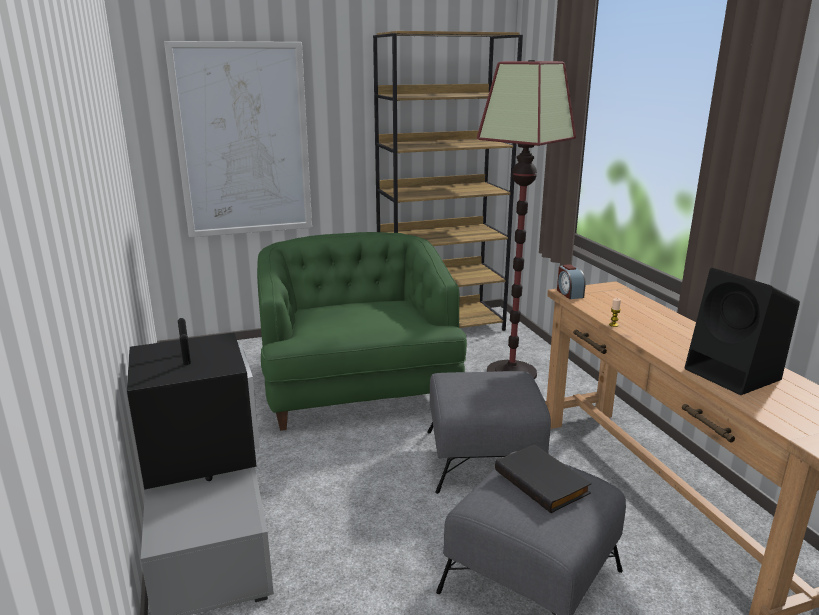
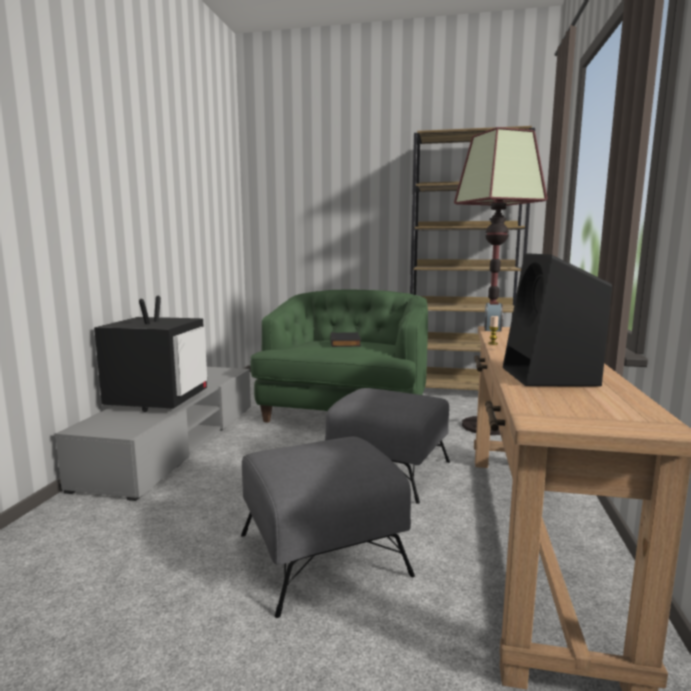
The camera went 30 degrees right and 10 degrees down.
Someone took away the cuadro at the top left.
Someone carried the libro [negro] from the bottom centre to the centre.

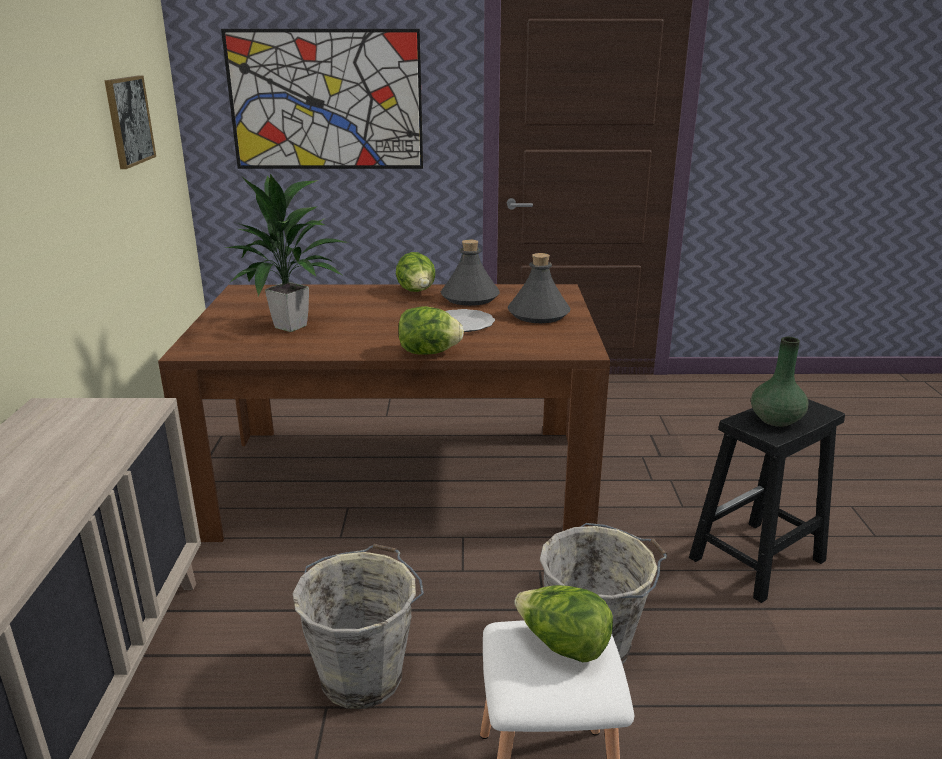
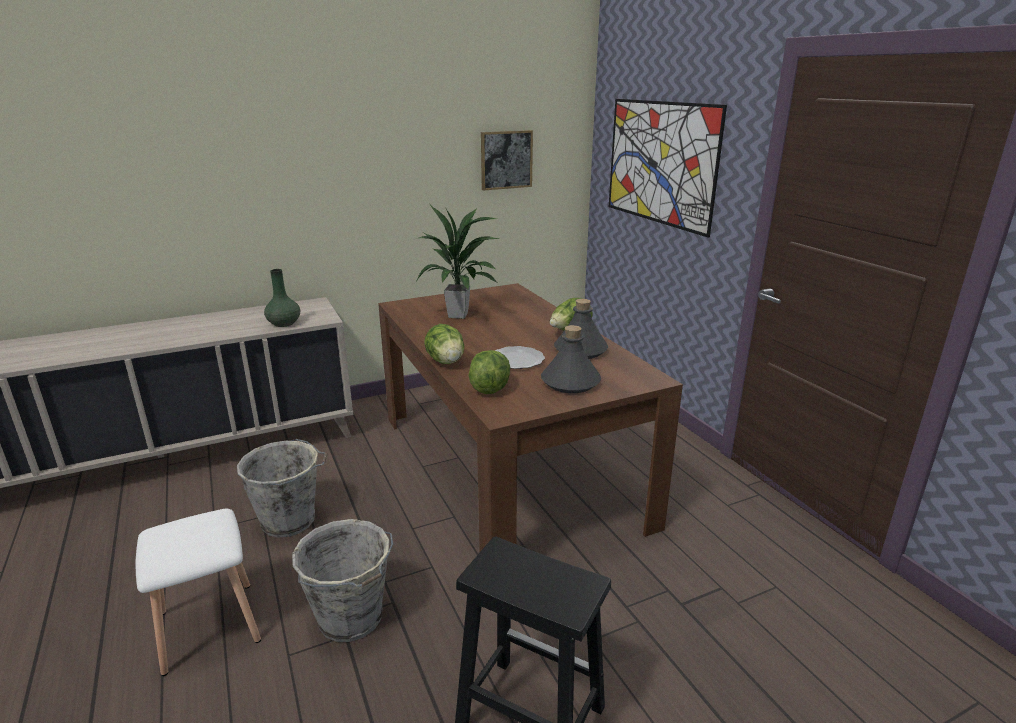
The camera went 65 degrees right and 0 degrees up.
Someone carried the lechuga (3rd from left in the first image) from the bottom centre to the centre.
Someone carried the florero [verde] from the middle right to the middle left.

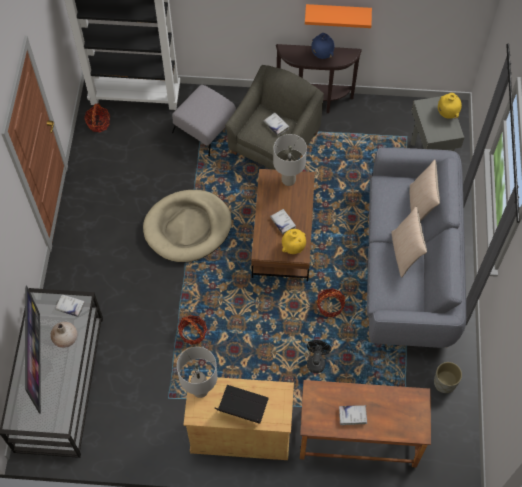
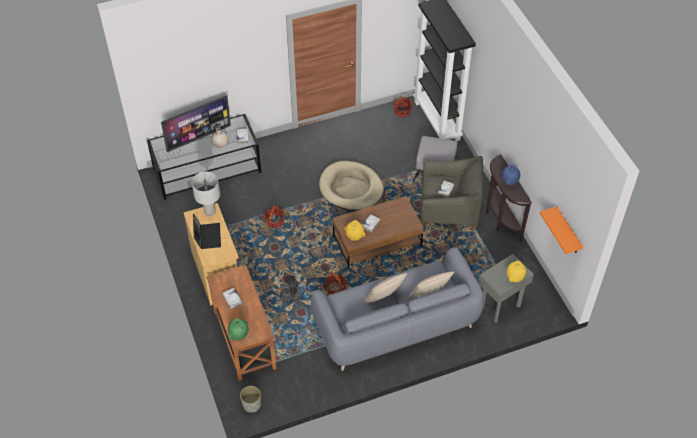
The camera went 65 degrees right and 10 degrees down.
Someone took away the lámpara de mesa [gris] (2nd from left) at the top centre.
Someone put down the florero [verde] at the bottom centre.
Someone carried the estante [naranja] from the top centre to the middle right.
Someone carried the maceta [gris] from the bottom right to the bottom centre.

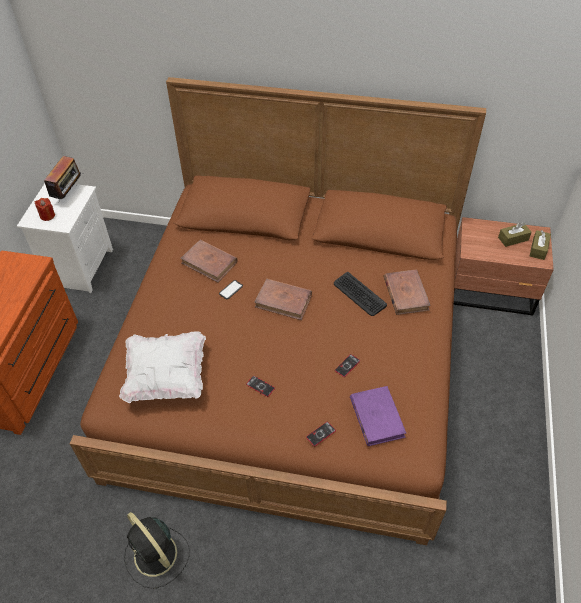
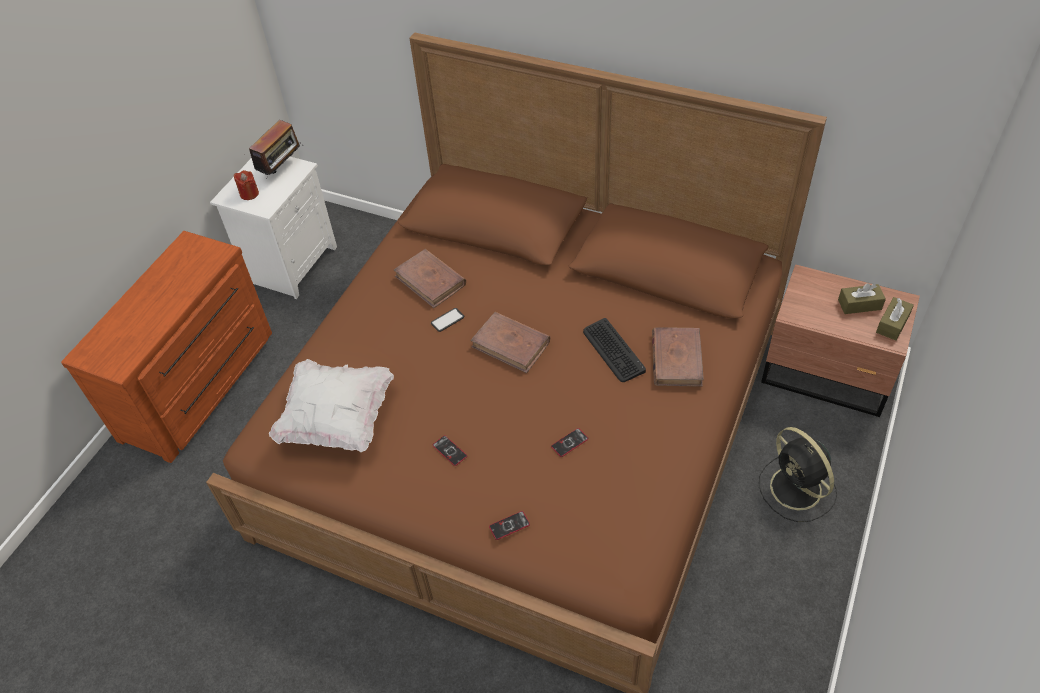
The camera went 15 degrees right and 0 degrees up.
Someone took away the libro [morado] at the bottom centre.
Someone carried the ventilador [negro] from the bottom left to the bottom right.

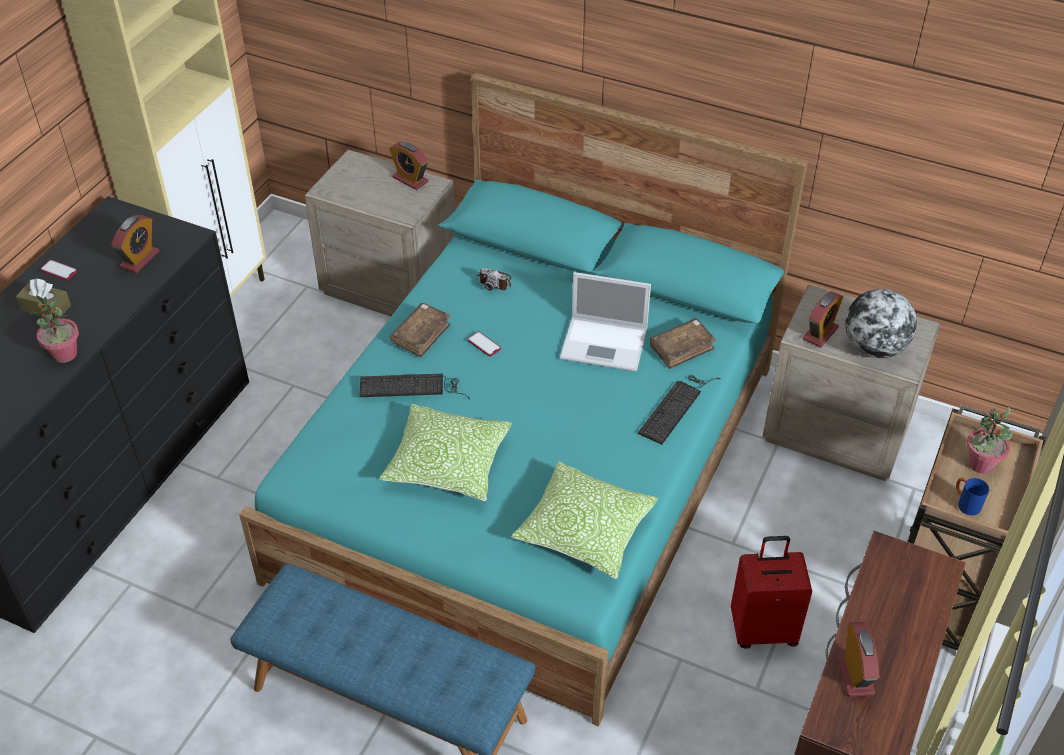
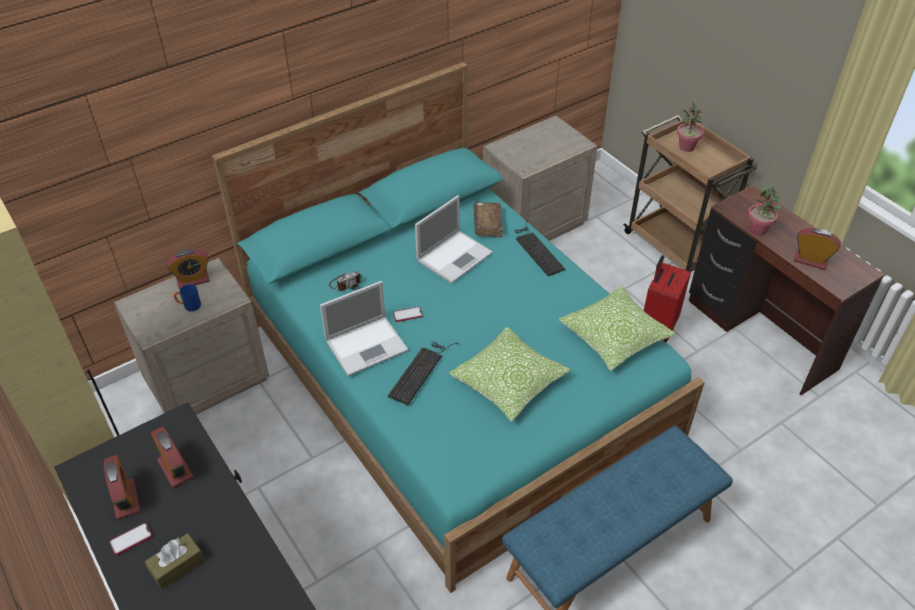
The camera went 60 degrees left and 0 degrees up.
Someone took away the globo terráqueo at the middle right.
Someone carried the planta en maceta (1st from left in the first image) from the middle left to the middle right.
Someone carried the despertador (3rd from left in the first image) from the middle right to the bottom left.
Someone carried the taza grande [azul] from the middle right to the middle left.
Someone swapped the libro [marrón] (1st from left) at the centre for the portátil (1st from left) at the centre.

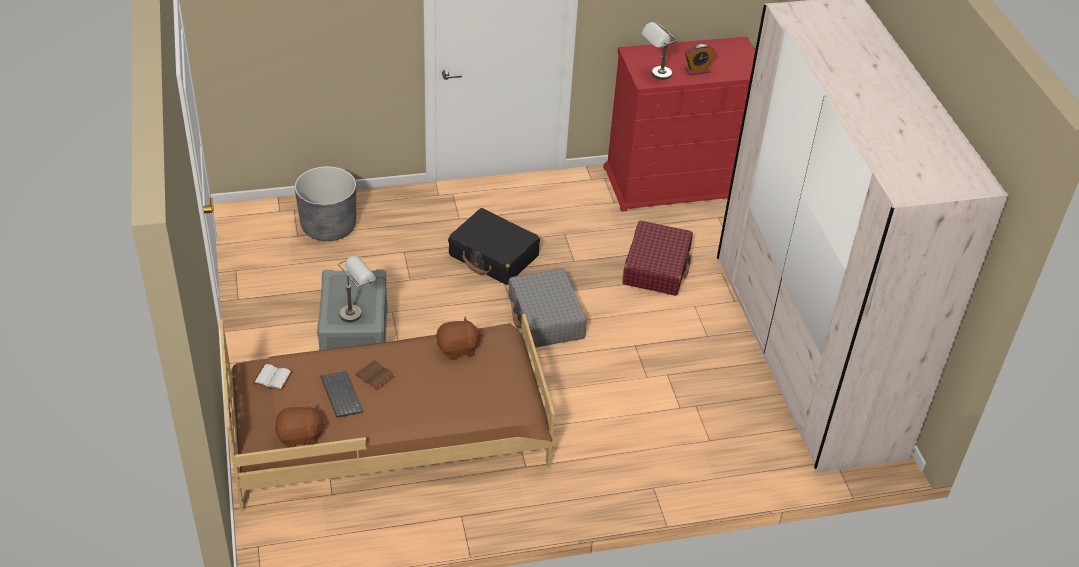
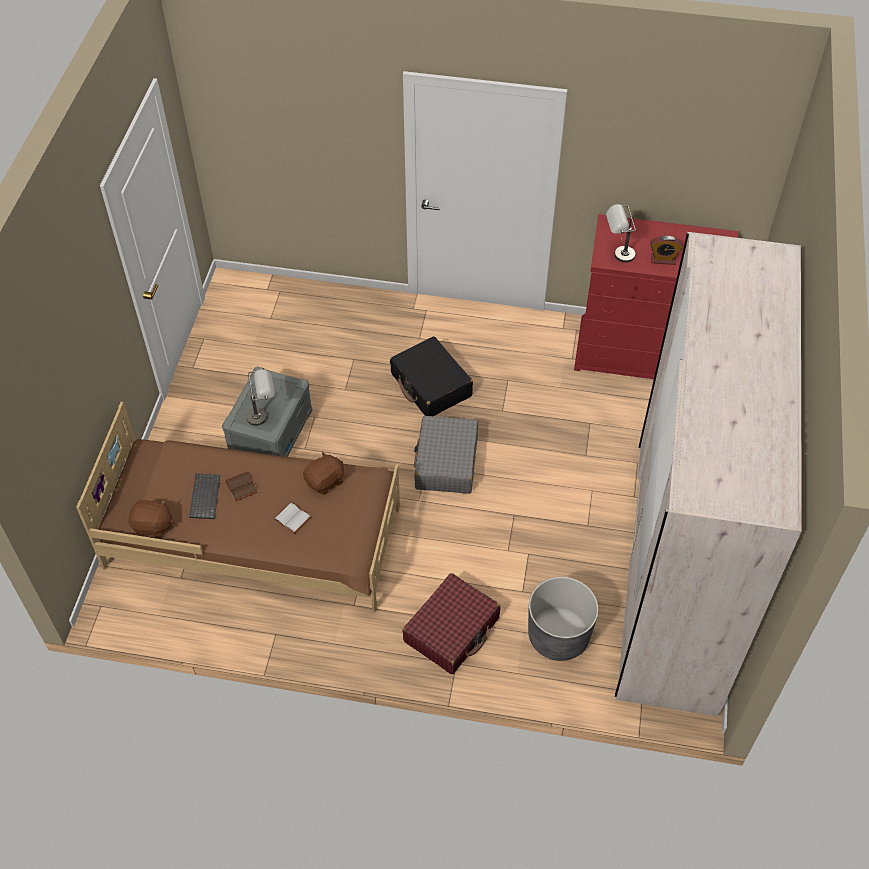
The camera went 25 degrees right and 10 degrees up.
Someone carried the libro [blanco] from the middle left to the centre.
Someone carried the maceta [gris] from the middle left to the bottom centre.
Someone carried the maleta [rojo] from the centre to the bottom centre.
Someone rotated the peluche [marrón] (2nd from left) at the centre by 45 degrees counterclockwise.

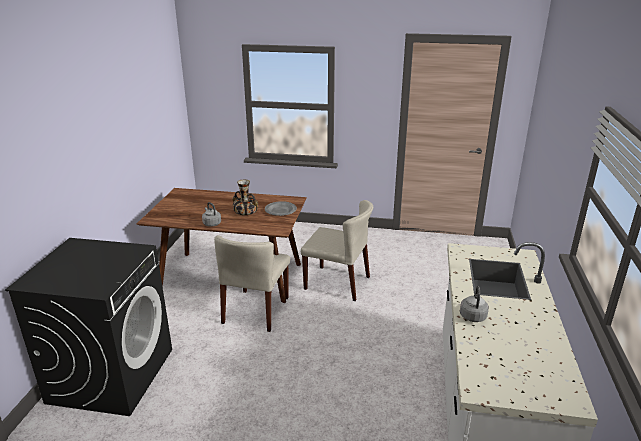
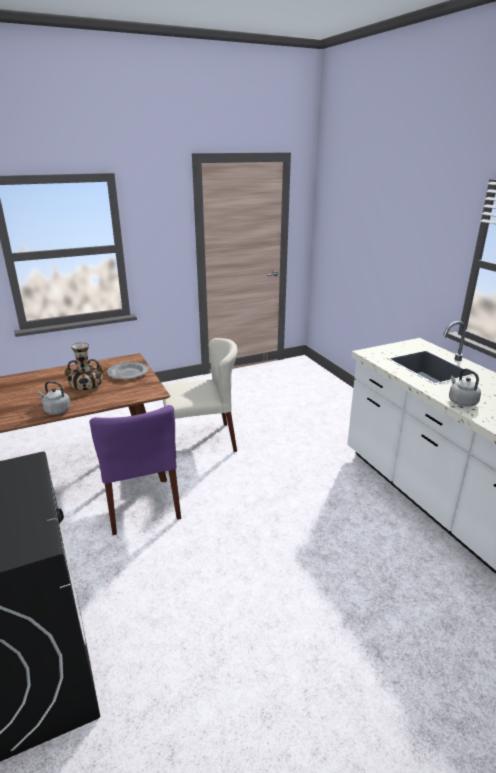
The camera went 35 degrees left and 0 degrees up.
Someone repainted the silla [beis] (1st from left) at the centre, which became the silla [morado] at the middle left.

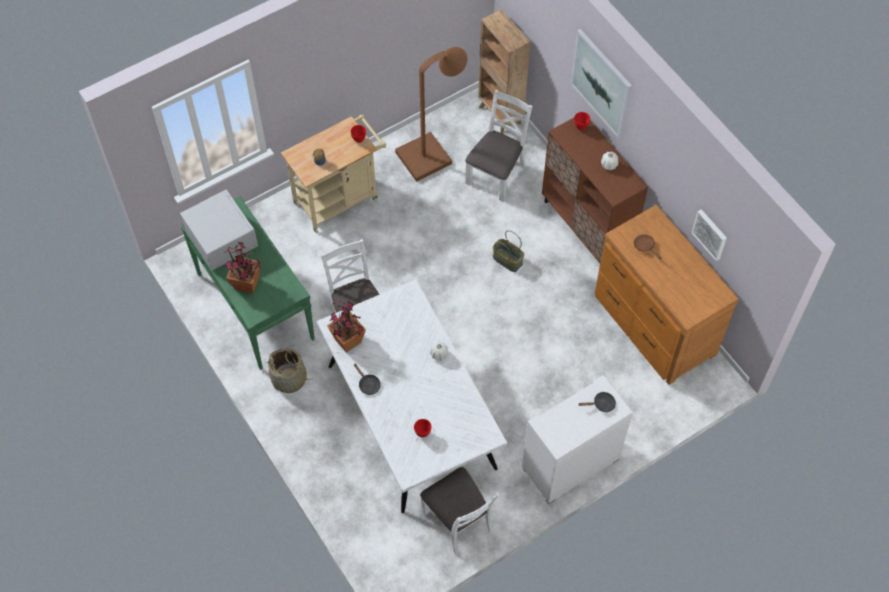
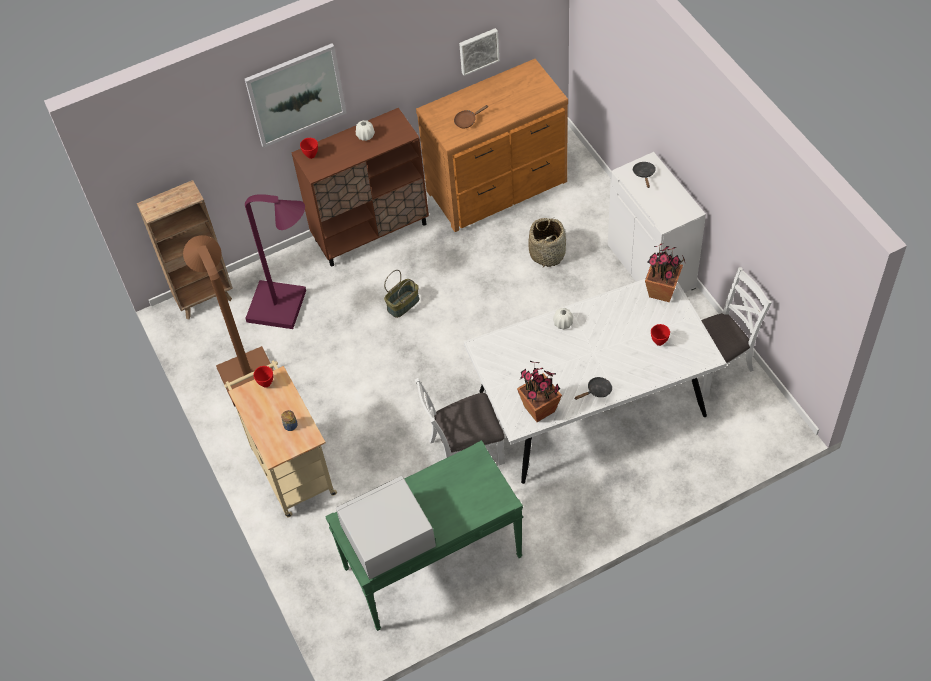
The camera went 80 degrees left and 5 degrees down.
Someone carried the planta en maceta (1st from left in the first image) from the middle left to the middle right.
Someone carried the cesta (1st from left in the first image) from the middle left to the centre.
Someone swapped the silla [blanco] (3rd from left) at the top centre for the lámpara de pie [morado] at the middle left.

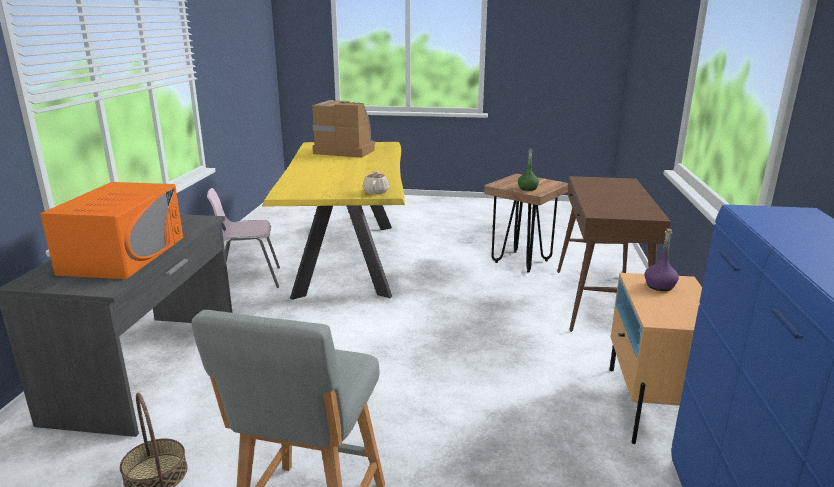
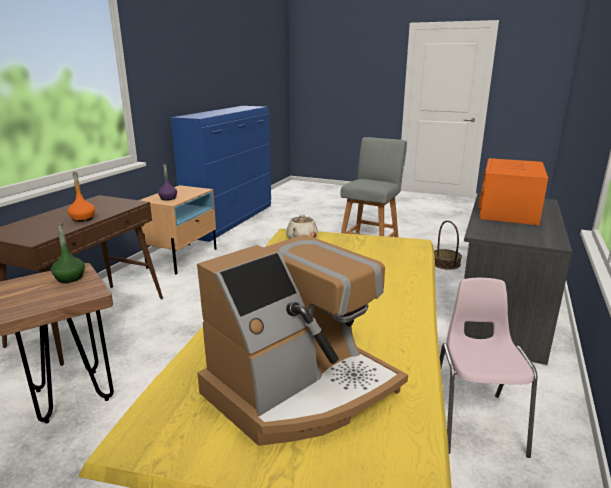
The camera went 165 degrees left and 0 degrees up.
Someone put down the botella [naranja] at the middle left.
Someone rotated the silla [rosa] at the middle left by 90 degrees counterclockwise.
Someone rotated the cafetera at the top centre by 75 degrees counterclockwise.

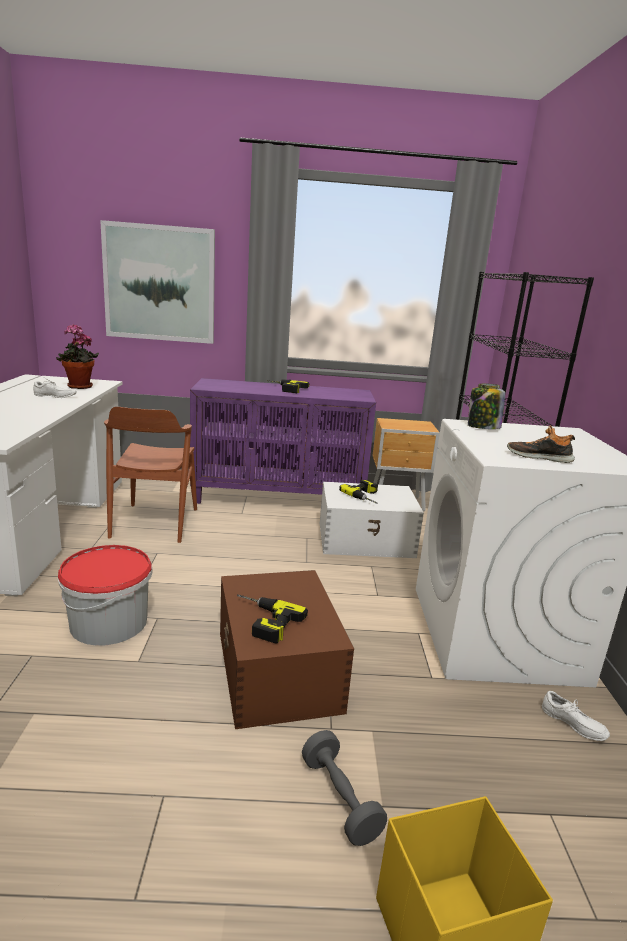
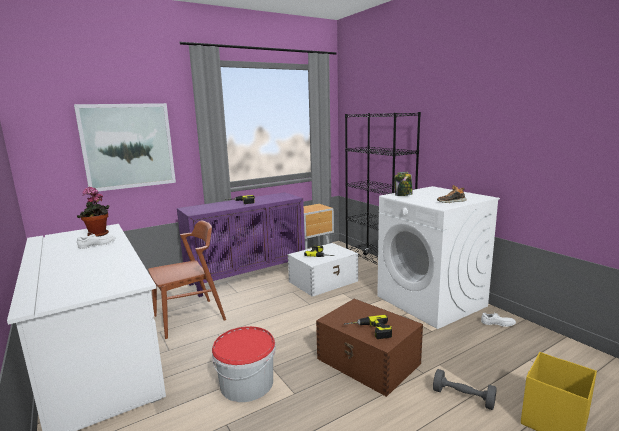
The camera went 30 degrees left and 5 degrees down.
Someone rotated the silla [marrón] at the middle left by 90 degrees counterclockwise.

